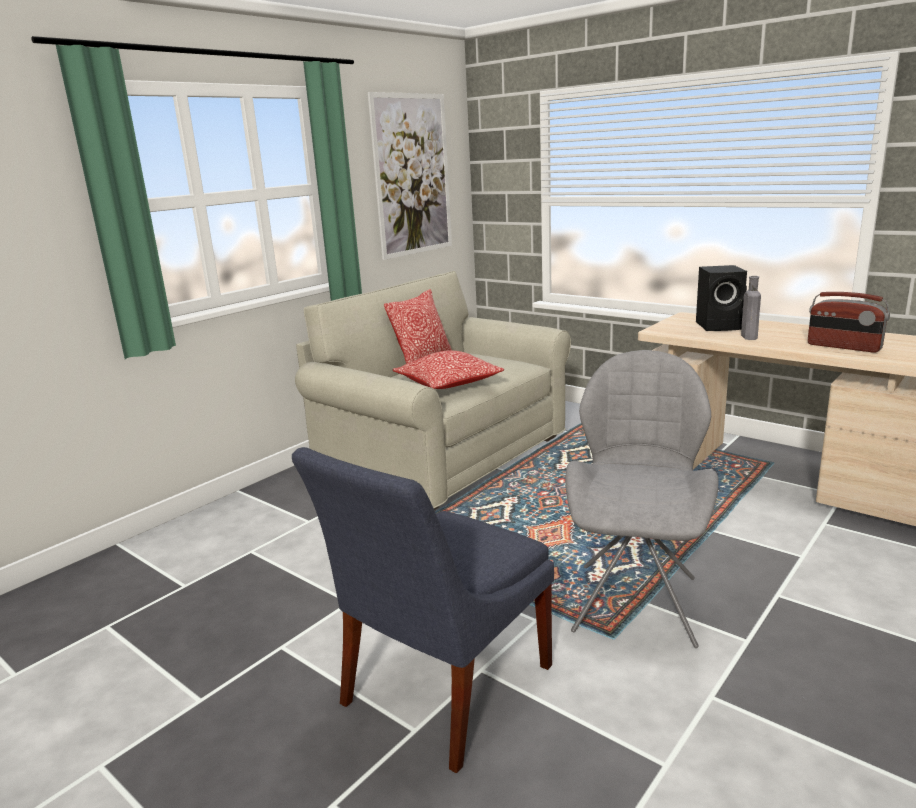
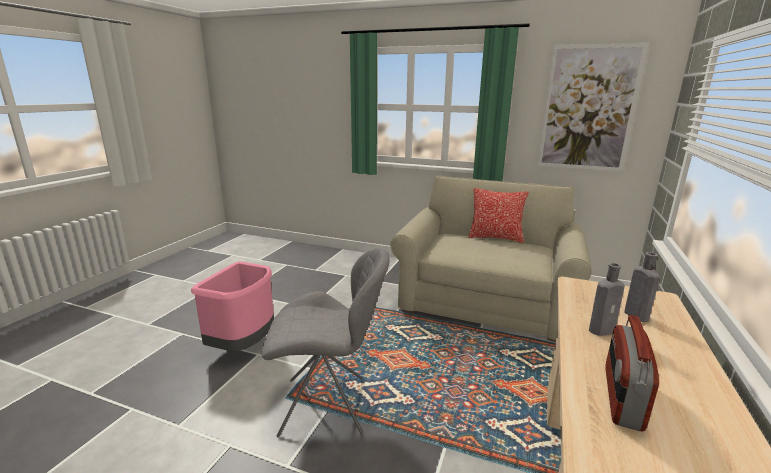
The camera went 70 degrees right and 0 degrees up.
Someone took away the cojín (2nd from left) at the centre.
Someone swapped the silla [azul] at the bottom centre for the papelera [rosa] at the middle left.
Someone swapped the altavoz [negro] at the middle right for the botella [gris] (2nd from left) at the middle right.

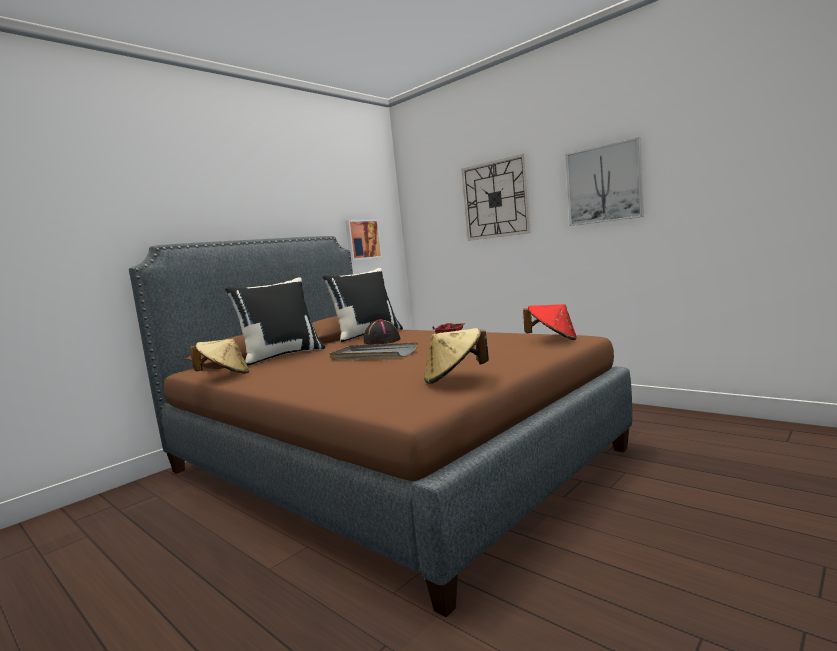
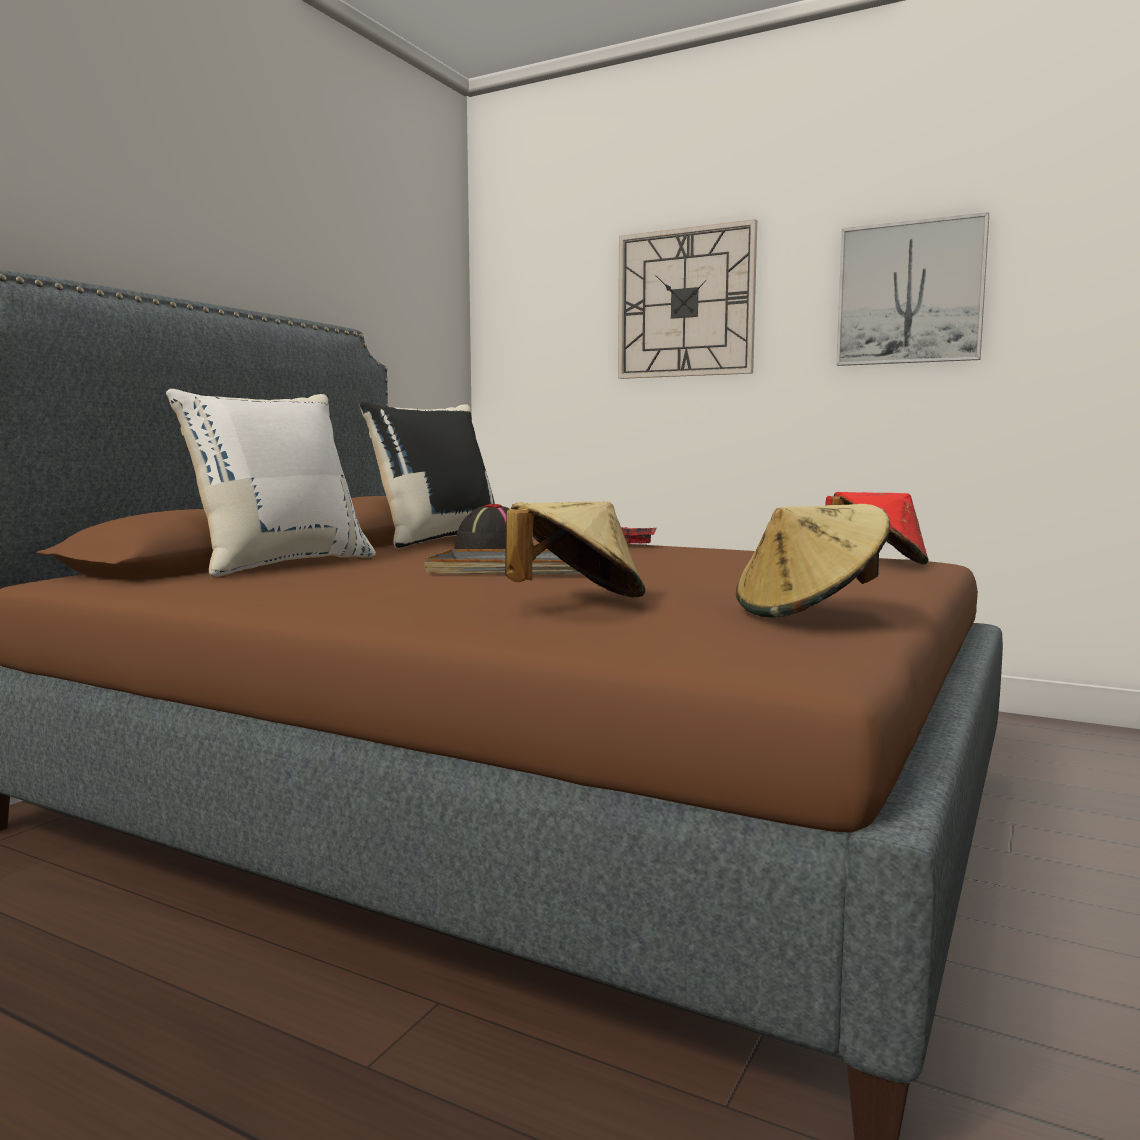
The camera went 15 degrees left and 0 degrees up.
Someone took away the cuadro (1st from left) at the centre.
Someone carried the sombrero [beis] (1st from left) from the middle left to the centre.
Someone repainted the cojín [negro] (1st from left) at the middle left, which became the cojín [blanco] at the middle left.

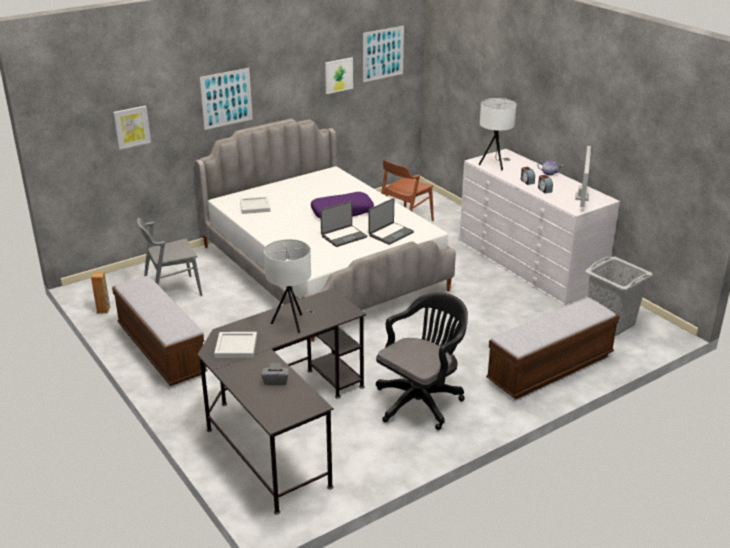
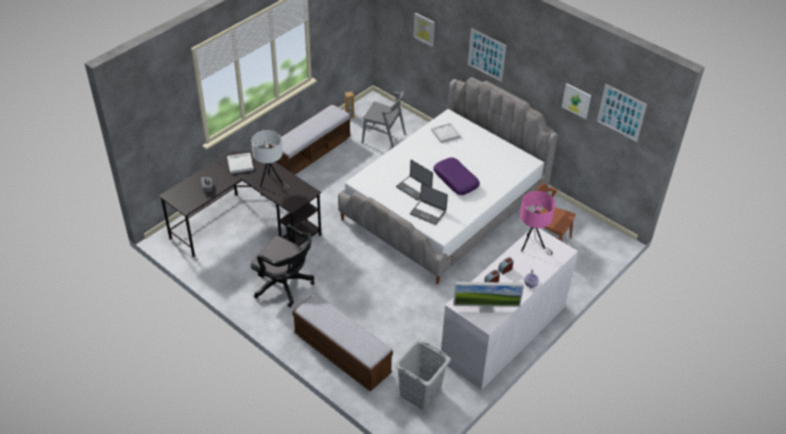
The camera went 75 degrees right and 15 degrees up.
Someone repainted the lámpara de mesa [blanco] (2nd from left) at the top right, which became the lámpara de mesa [rosa] at the middle right.
Someone rotated the silla [gris] at the middle left by 150 degrees clockwise.

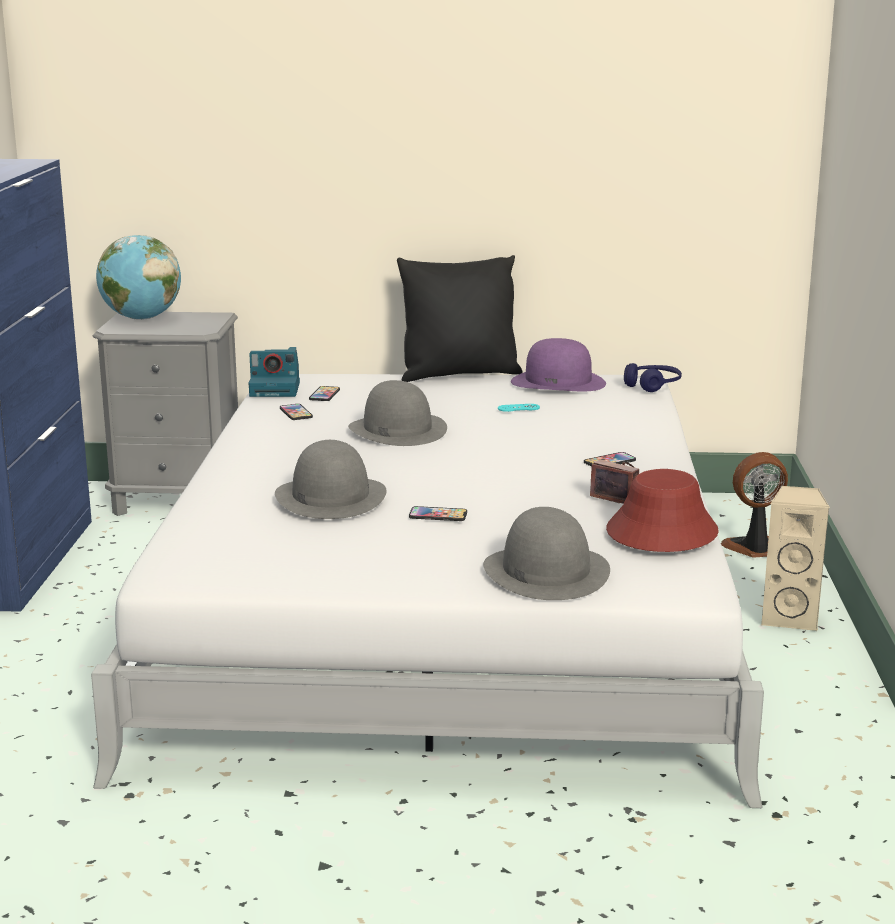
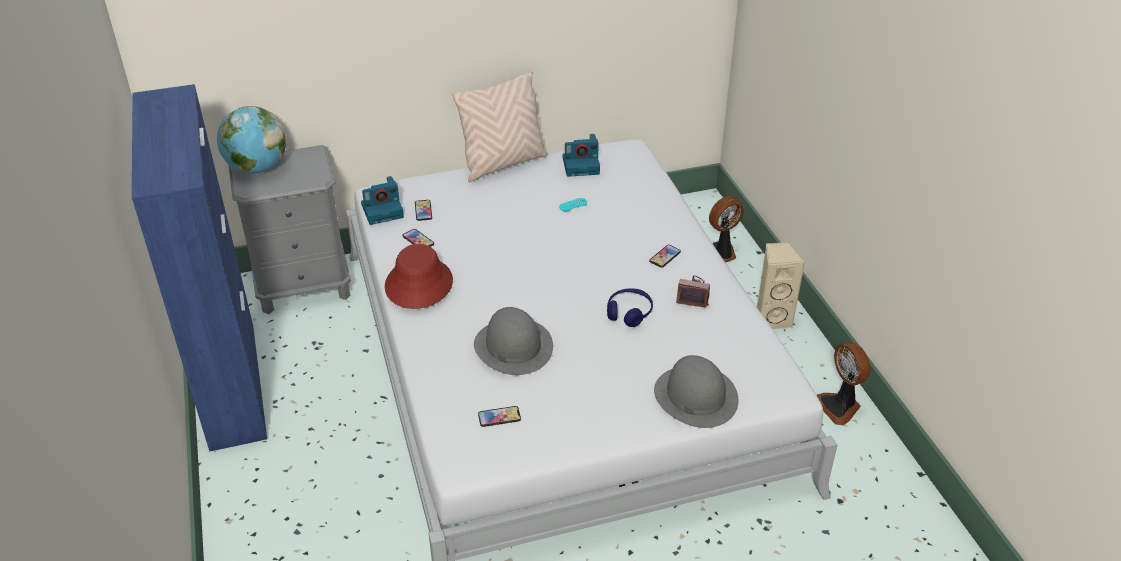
The camera went 20 degrees left and 20 degrees up.
Someone took away the sombrero [gris] (2nd from left) at the centre.
Someone put down the ventilador (2nd from left) at the bottom right.
Someone carried the móvil (3rd from left) from the centre to the bottom centre.
Someone carried the sombrero [rojo] from the middle right to the centre.
Someone carried the auriculares [azul] from the middle right to the centre.
Someone swapped the sombrero [morado] at the centre for the cámara (2nd from left) at the top centre.
Someone repainted the cojín [negro] at the centre, which became the cojín [beis] at the top centre.

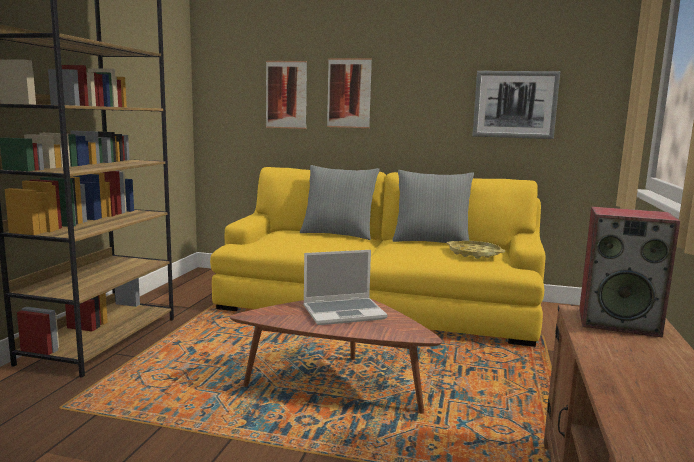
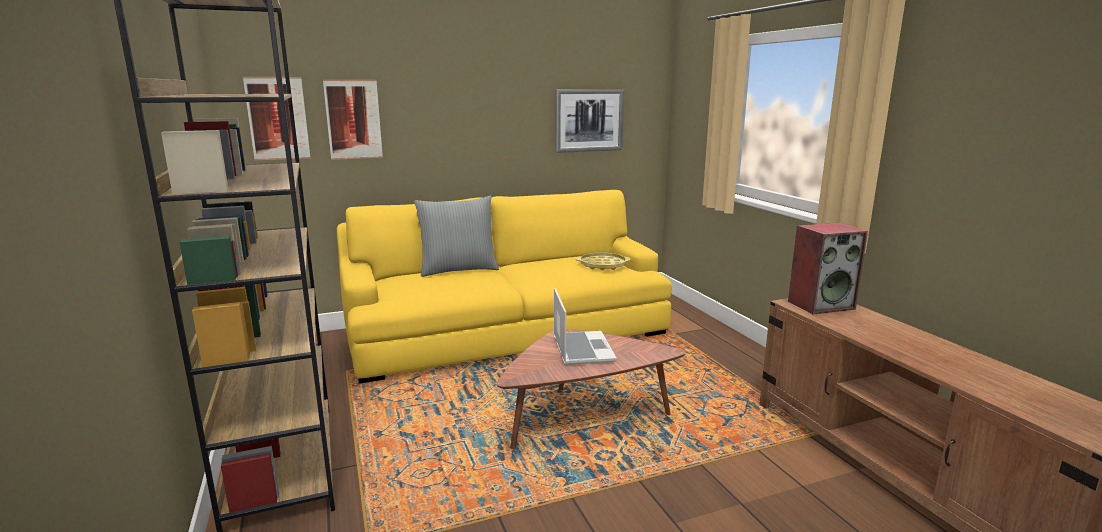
The camera went 35 degrees left and 5 degrees up.
Someone took away the cojín [gris] (2nd from left) at the centre.
Someone carried the cuadro (2nd from left in the first image) from the top centre to the top left.
Someone rotated the portátil at the centre by 45 degrees counterclockwise.

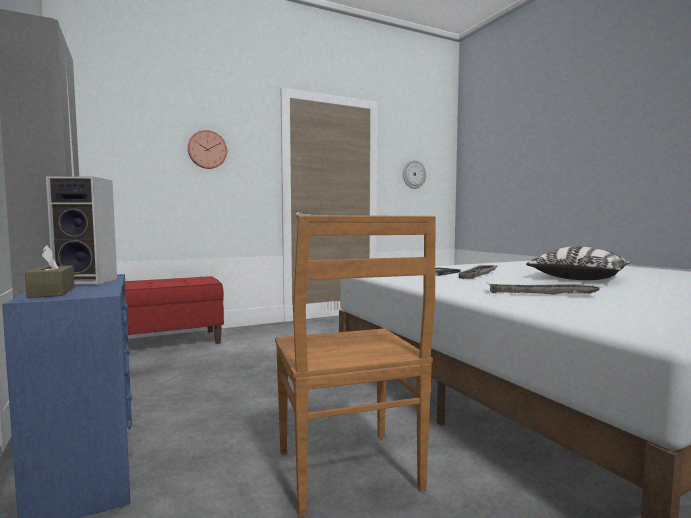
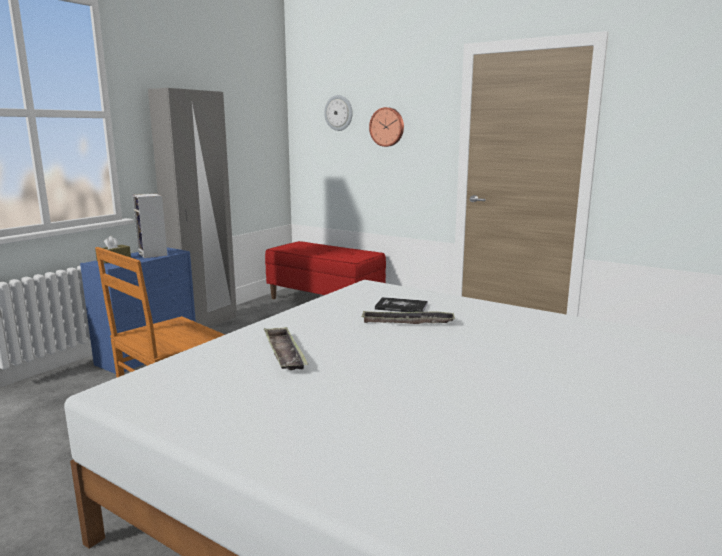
The camera went 60 degrees right and 10 degrees up.
Someone took away the cojín at the middle right.
Someone carried the reloj de pared (2nd from left in the first image) from the centre to the top centre.

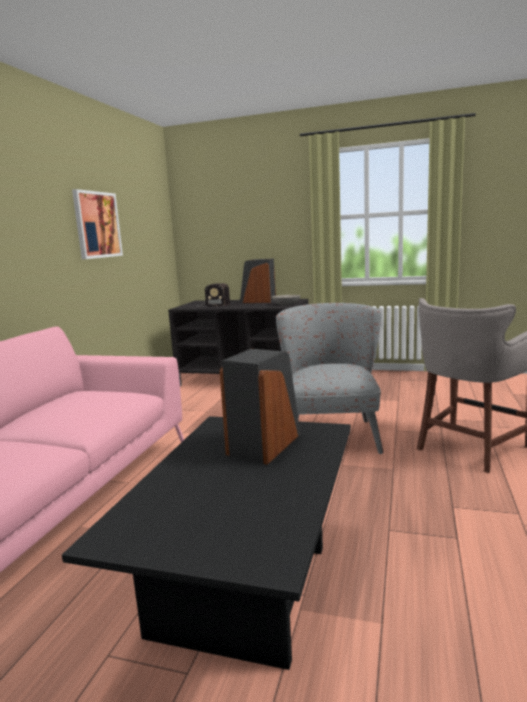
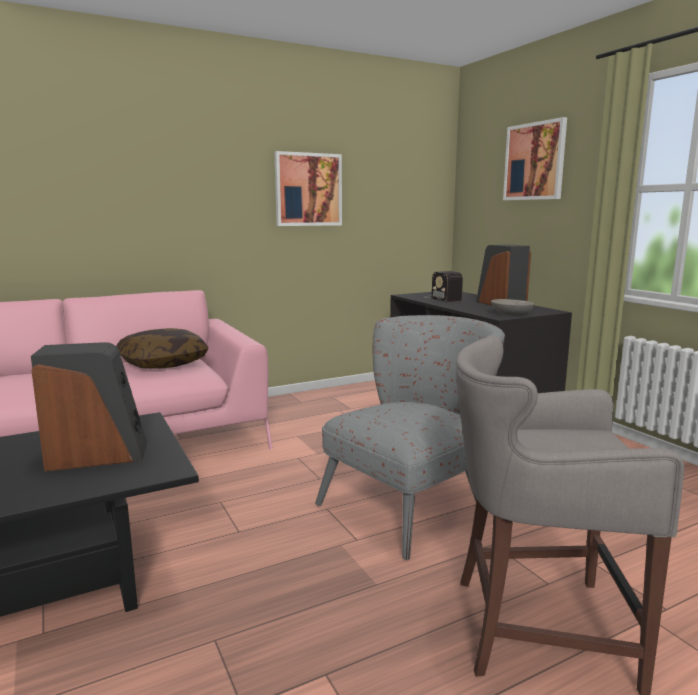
The camera went 45 degrees right and 0 degrees up.
Someone put down the cojín at the middle left.
Someone put up the cuadro (2nd from left) at the top right.

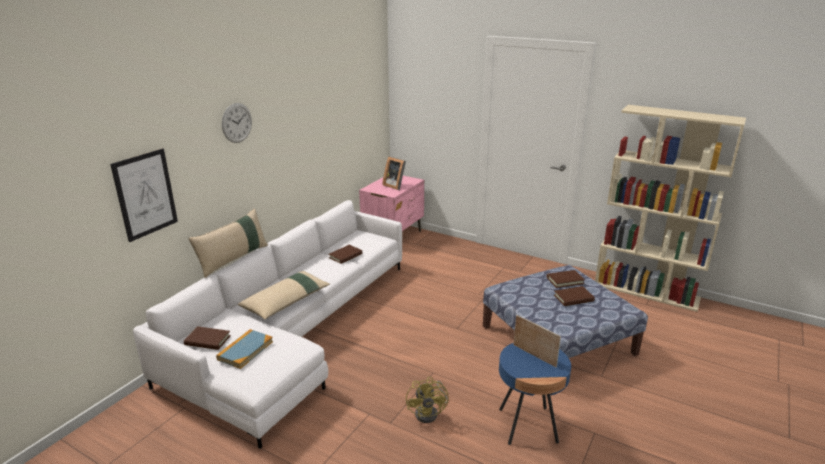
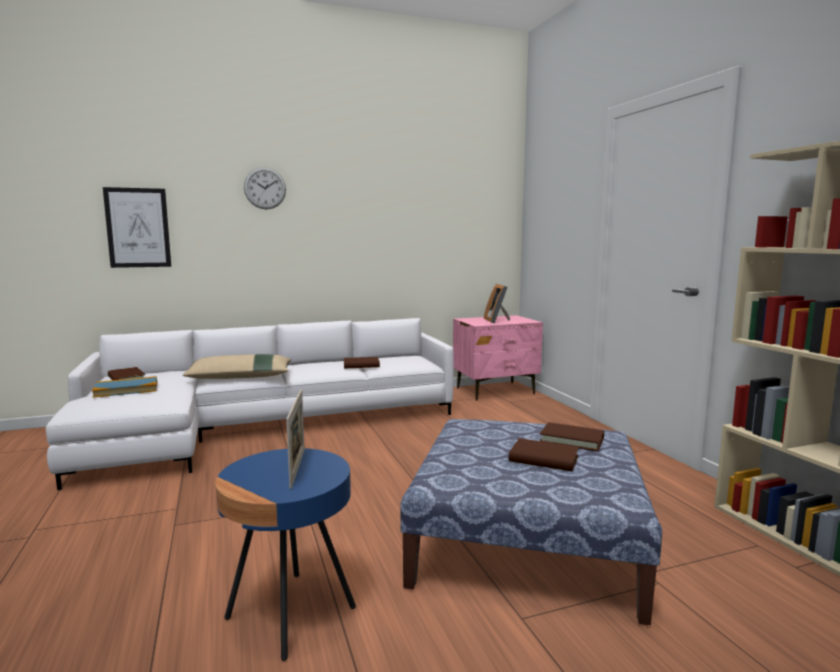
The camera went 40 degrees right and 15 degrees down.
Someone took away the cojín [beis] (1st from left) at the middle left.
Someone took away the ventilador [amarillo] at the bottom centre.

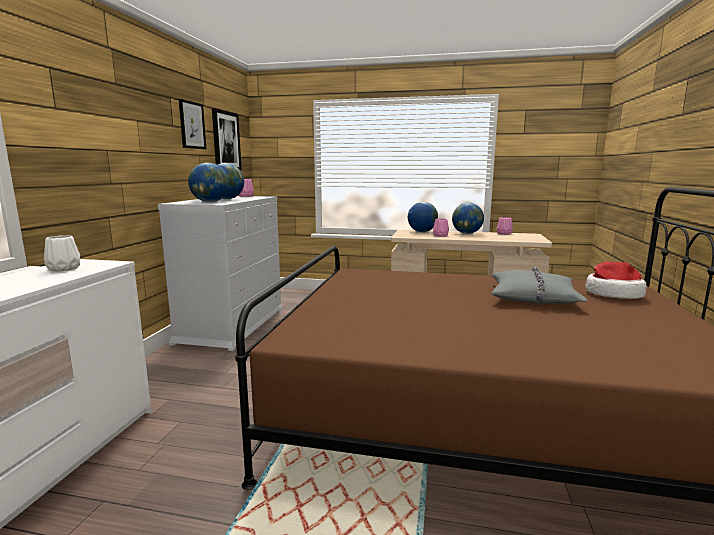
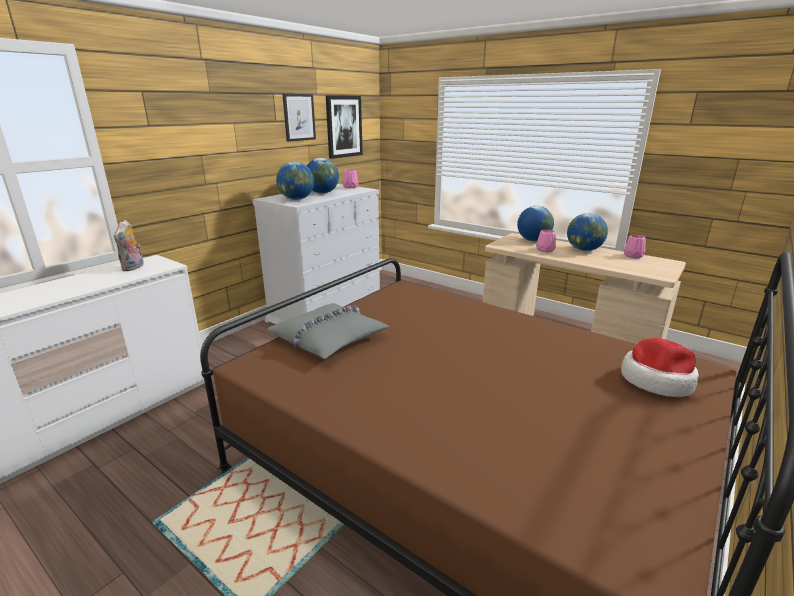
The camera went 25 degrees right and 10 degrees up.
Someone carried the cojín [gris] from the middle right to the centre.
Someone swapped the florero [blanco] at the middle left for the peluche at the middle left.

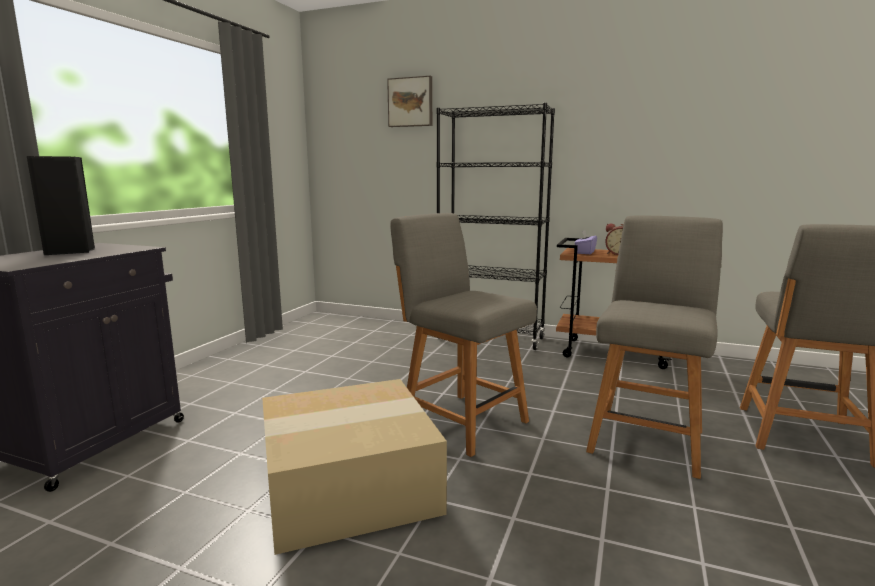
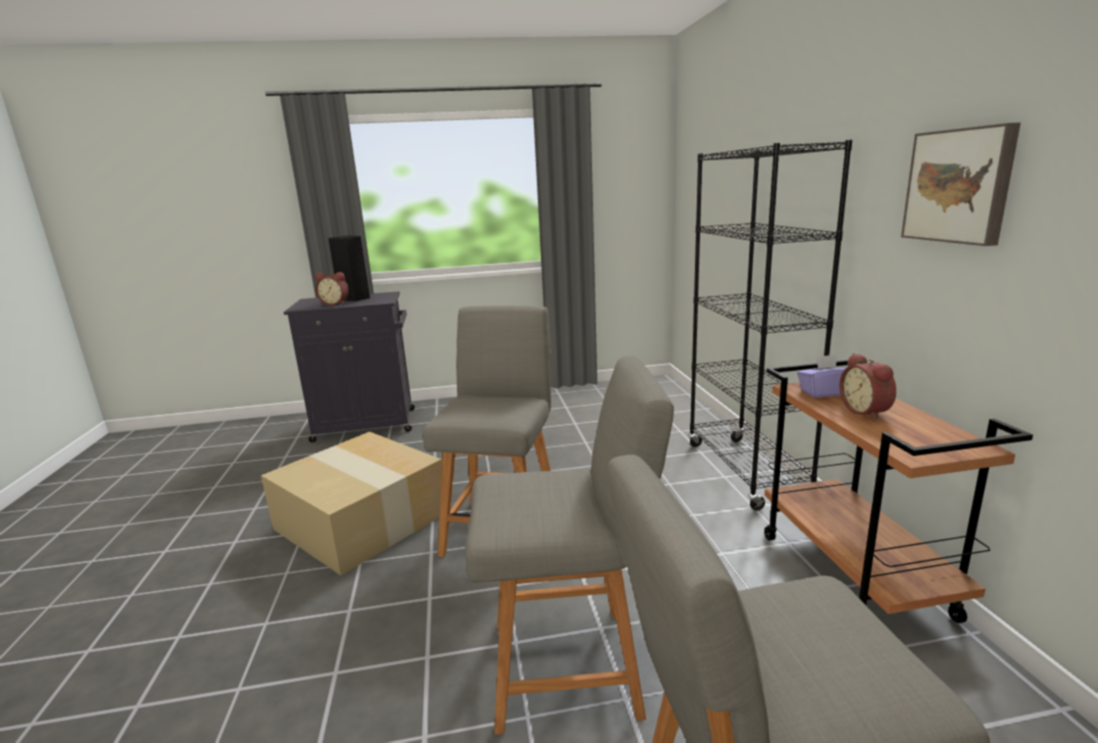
The camera went 60 degrees right and 5 degrees up.
Someone put down the despertador (1st from left) at the middle left.
Someone carried the cuadro from the top centre to the top right.

